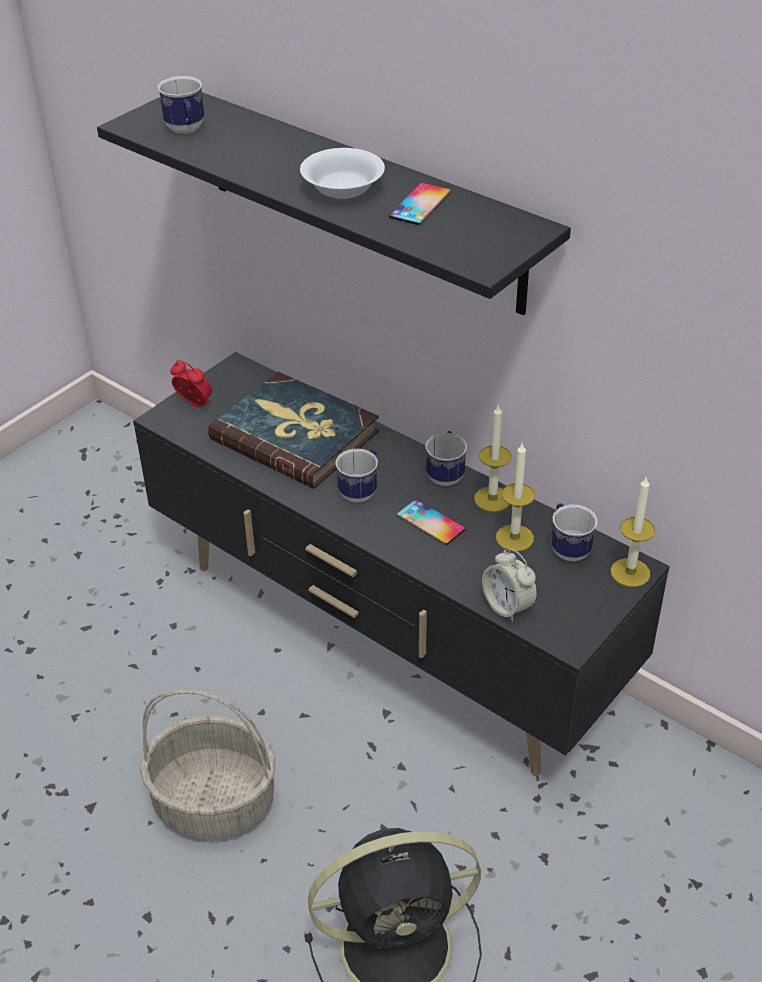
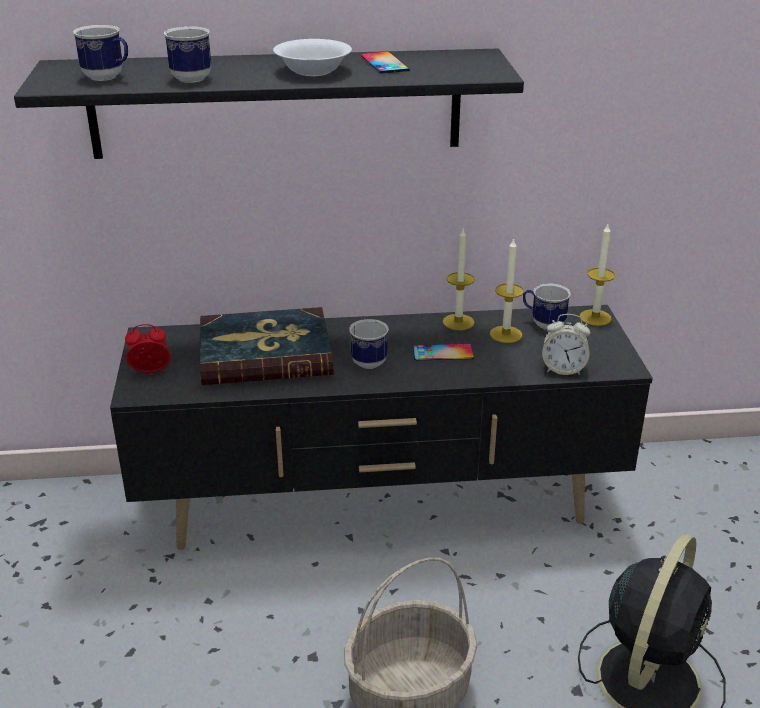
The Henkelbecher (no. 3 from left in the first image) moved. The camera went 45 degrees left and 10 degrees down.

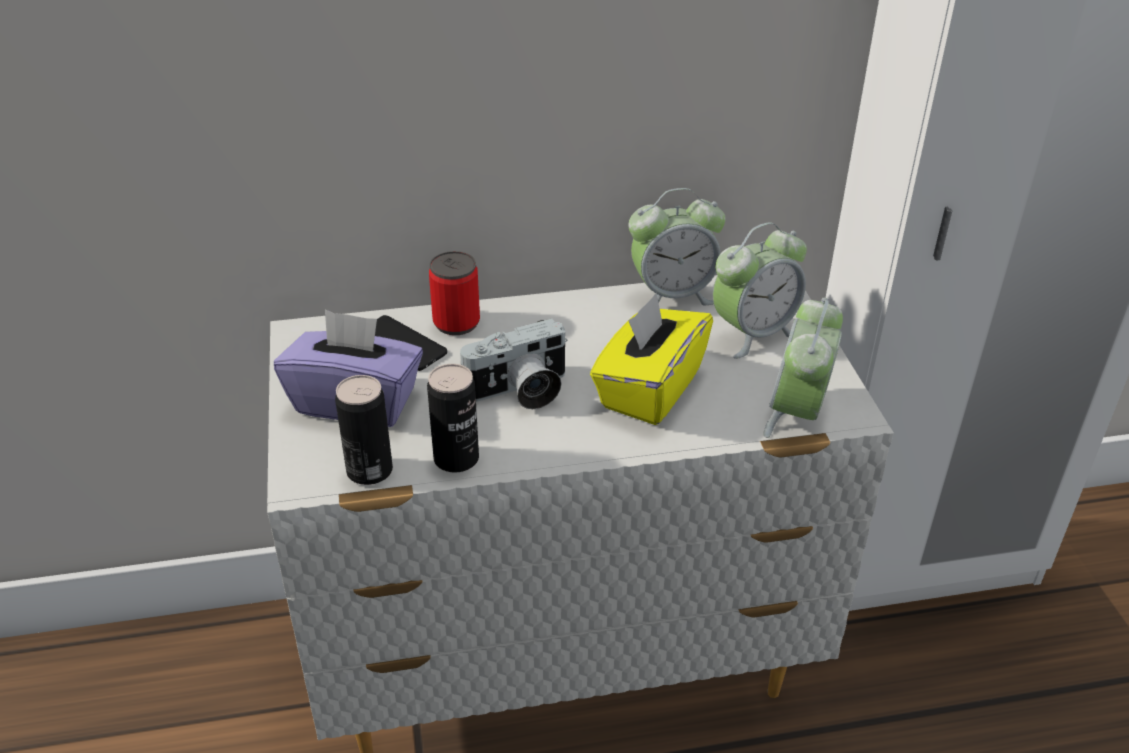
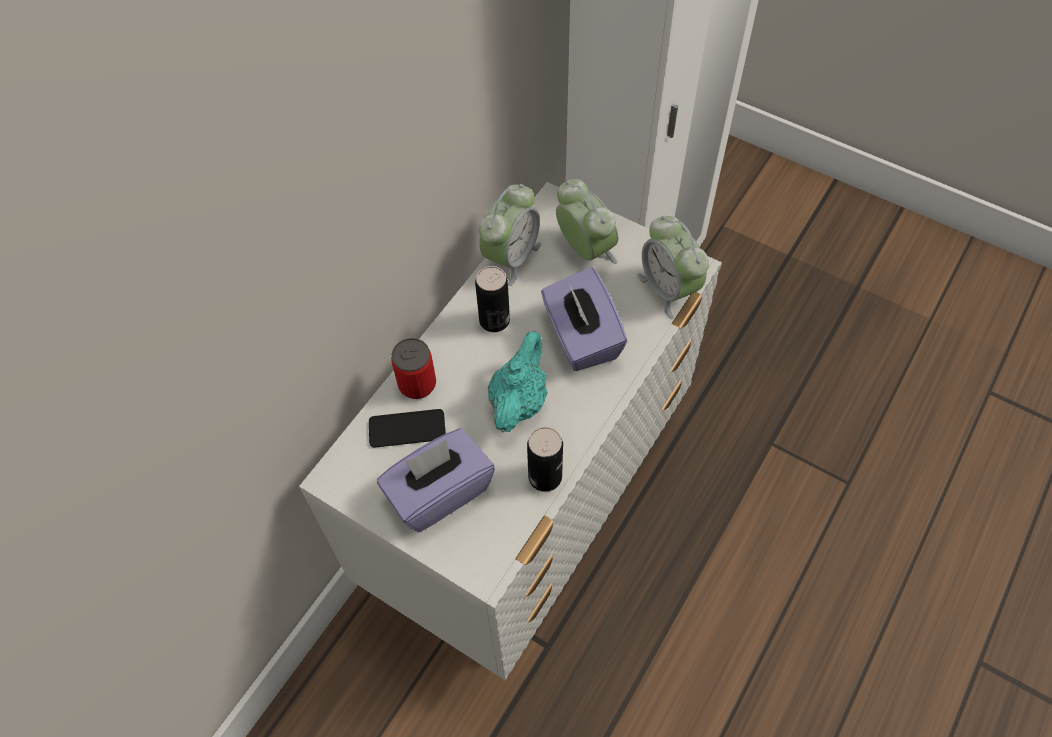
The Dose (no. 1 from left in the first image) moved. The Kamera was replaced by the Teekanne (türkis). The Taschentuchbox (gelb) became the Taschentuchbox (lila) (no. 2 from left). The Wecker (no. 2 from left) turned 45 degrees counterclockwise. The camera went 45 degrees left and 20 degrees up.

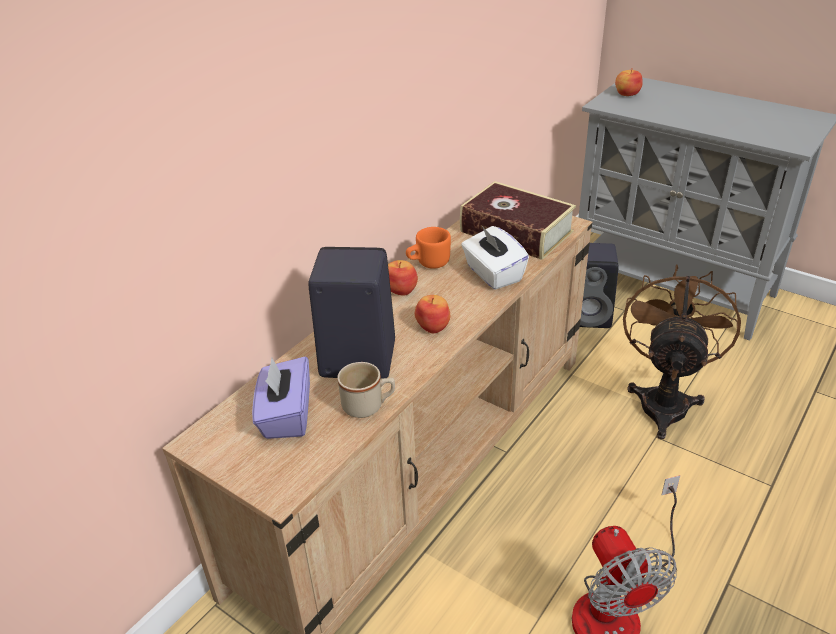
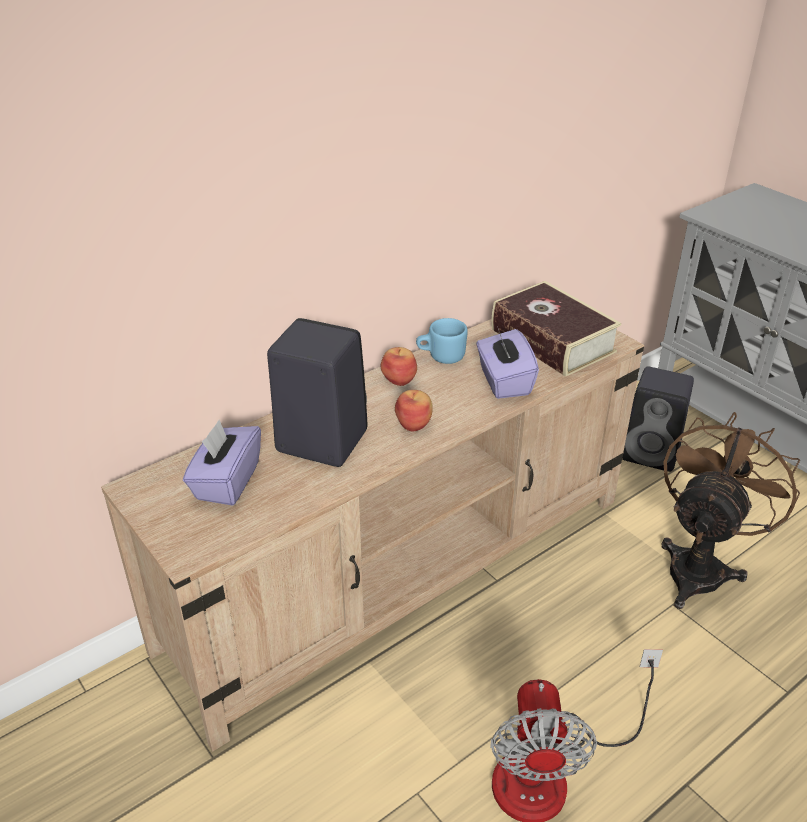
The Henkelbecher (beige) disappeared. The Henkelbecher (orange) became the Henkelbecher (blau). The Taschentuchbox (weiß) became the Taschentuchbox (lila) (no. 2 from left). The Apfel (no. 3 from left) disappeared. The camera went 15 degrees right and 0 degrees up.

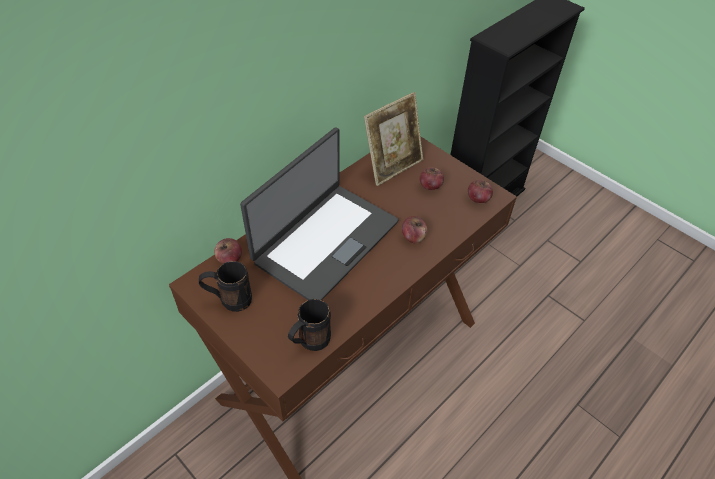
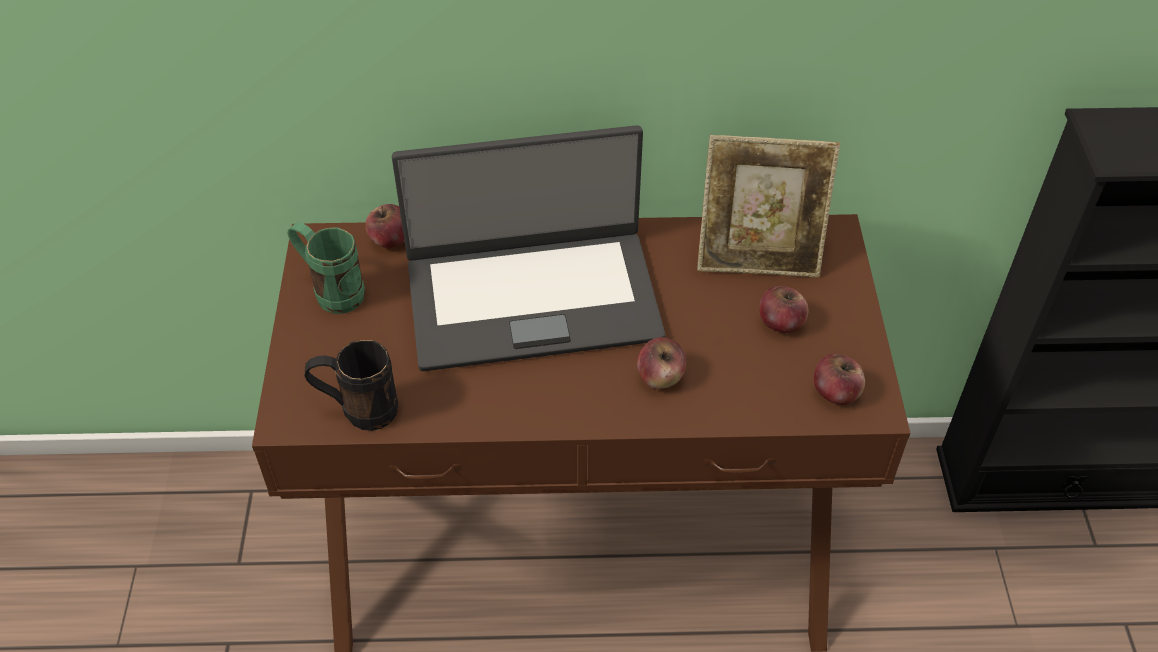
The Henkelbecher (schwarz) (no. 1 from left) became the Henkelbecher (grün). The camera went 45 degrees right and 0 degrees up.

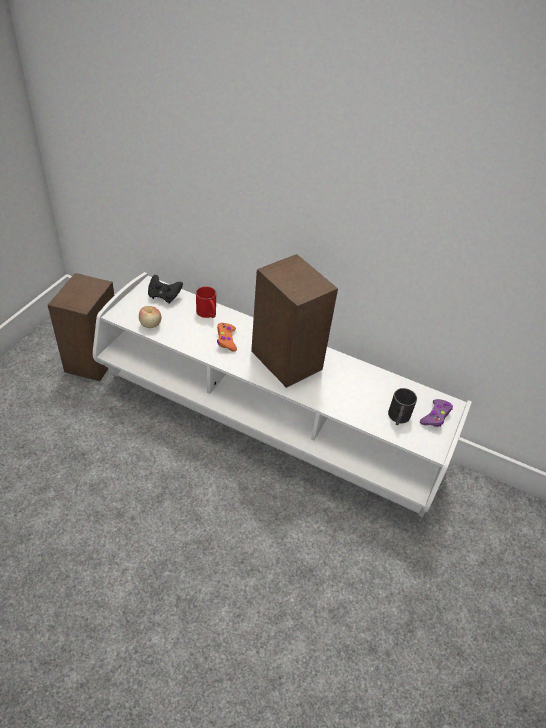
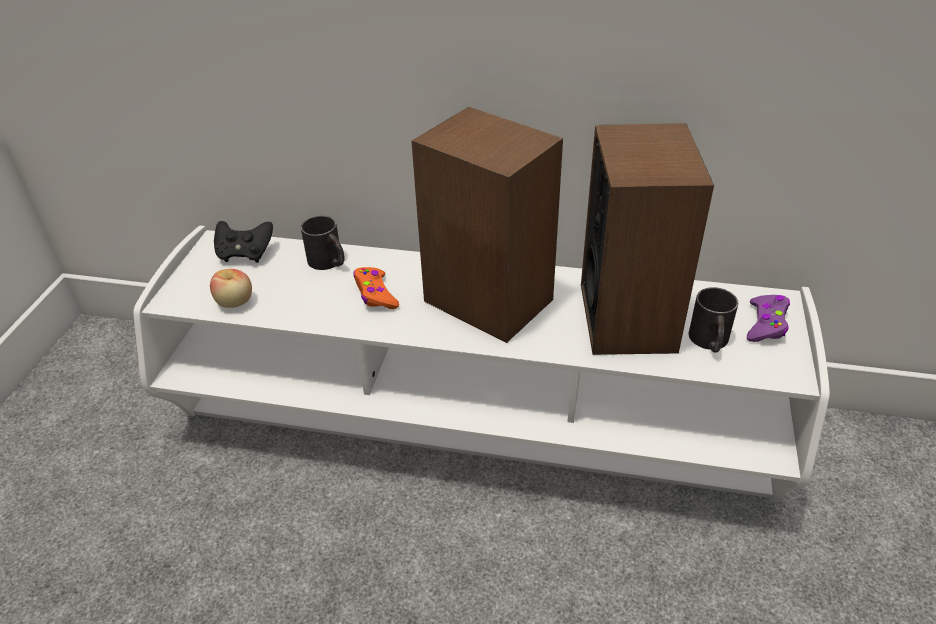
The Lautsprecher (no. 1 from left in the first image) moved. The Henkelbecher (rot) became the Henkelbecher (schwarz) (no. 1 from left). The camera went 10 degrees left and 5 degrees down.

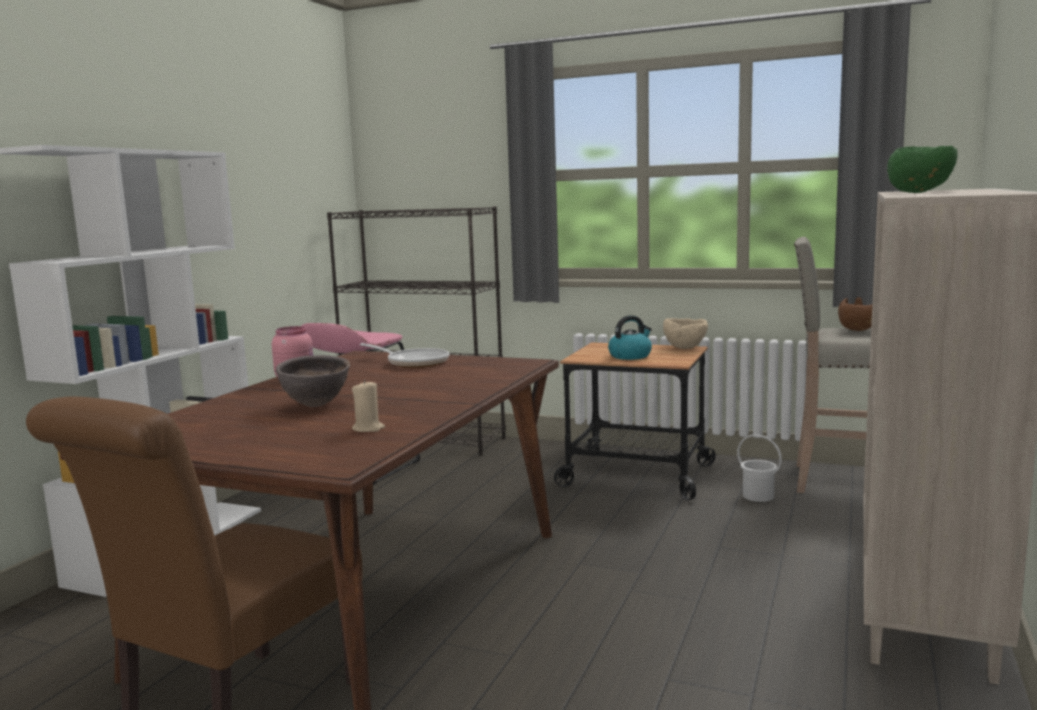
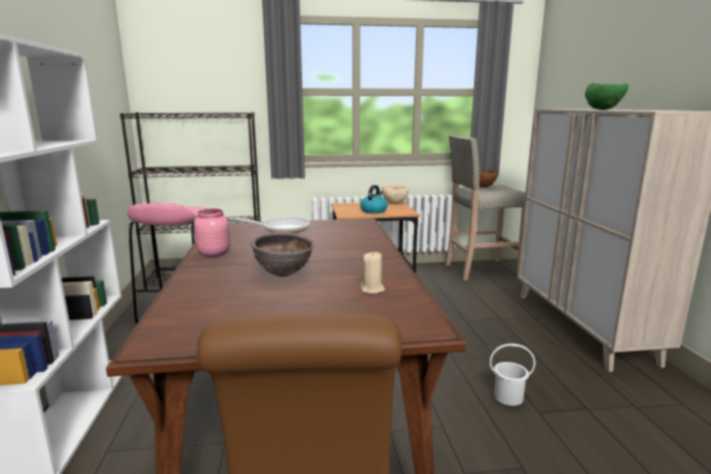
The Eimer (weiß) moved. The camera went 30 degrees left and 5 degrees up.

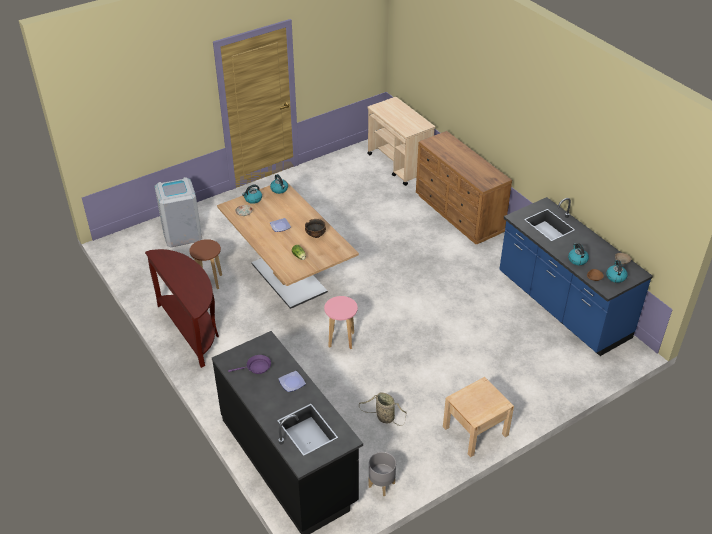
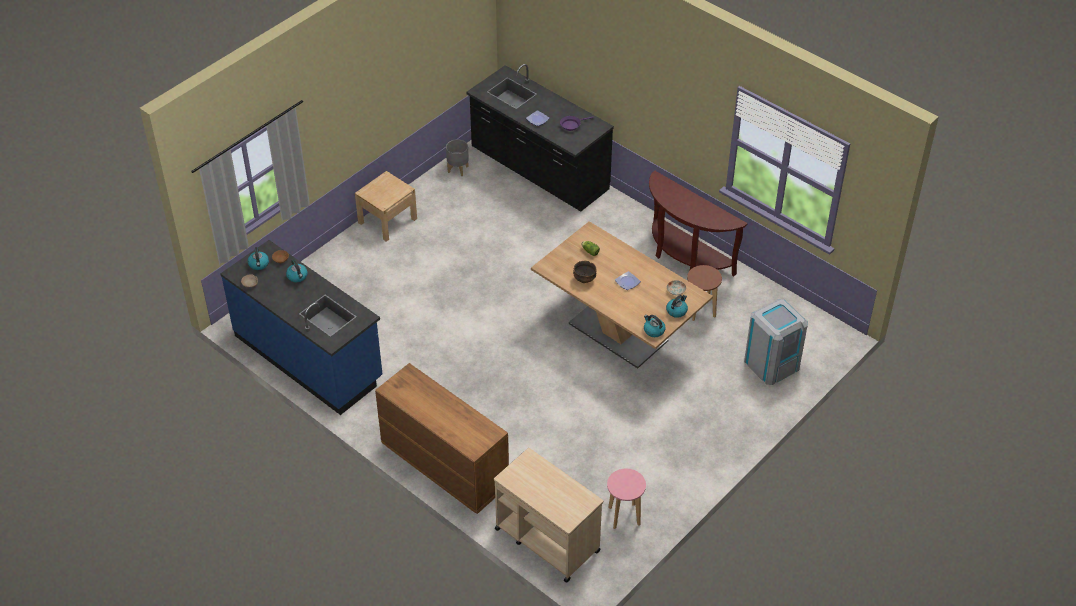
The Hocker (rosa) moved. The Korb disappeared. The camera went 165 degrees right and 5 degrees up.

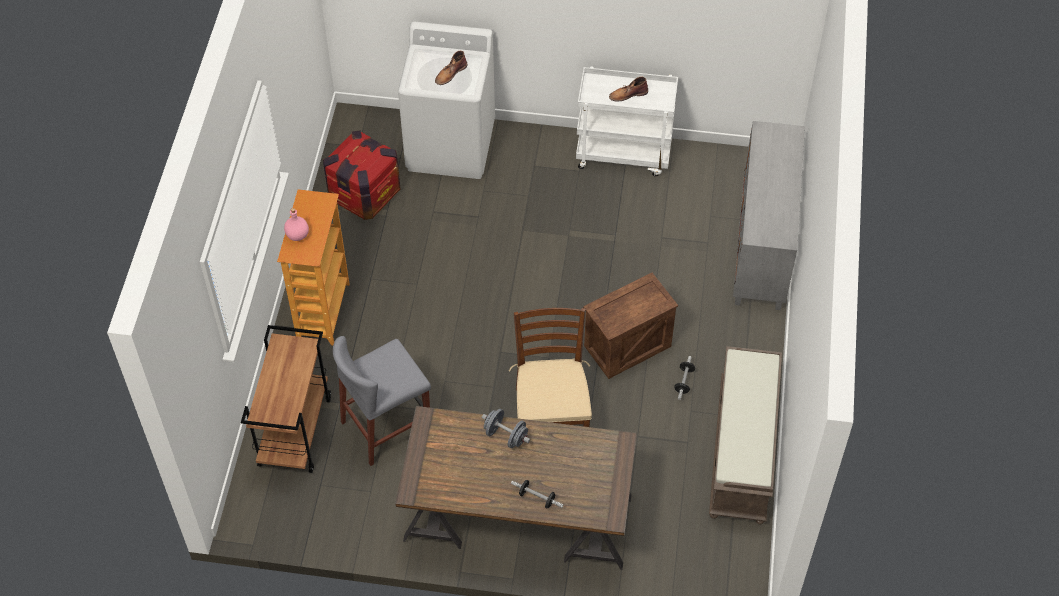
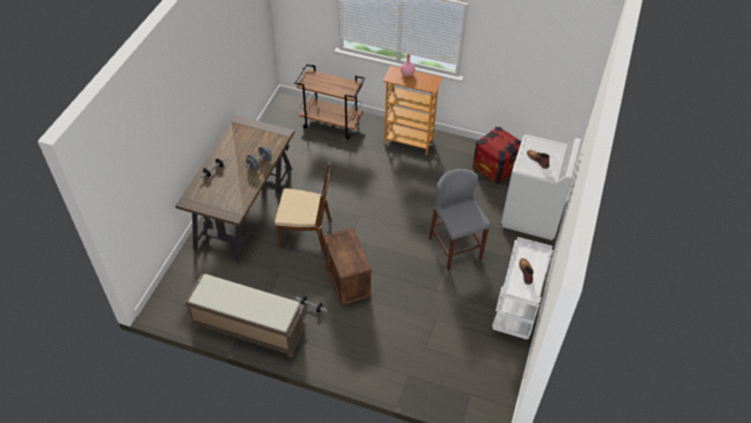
The Hocker (grau) moved. The Schrank (grau) disappeared. The camera went 100 degrees right and 5 degrees down.

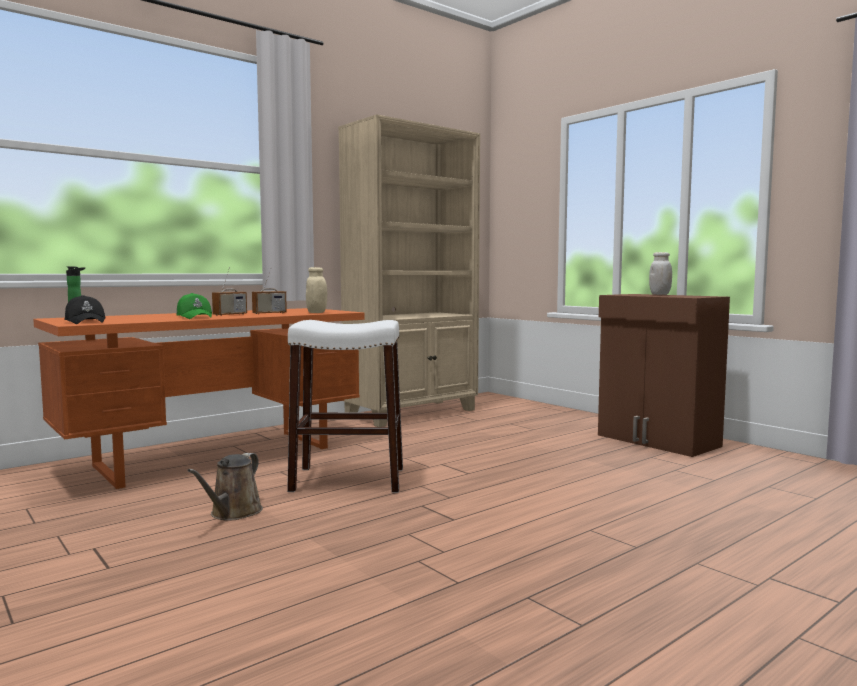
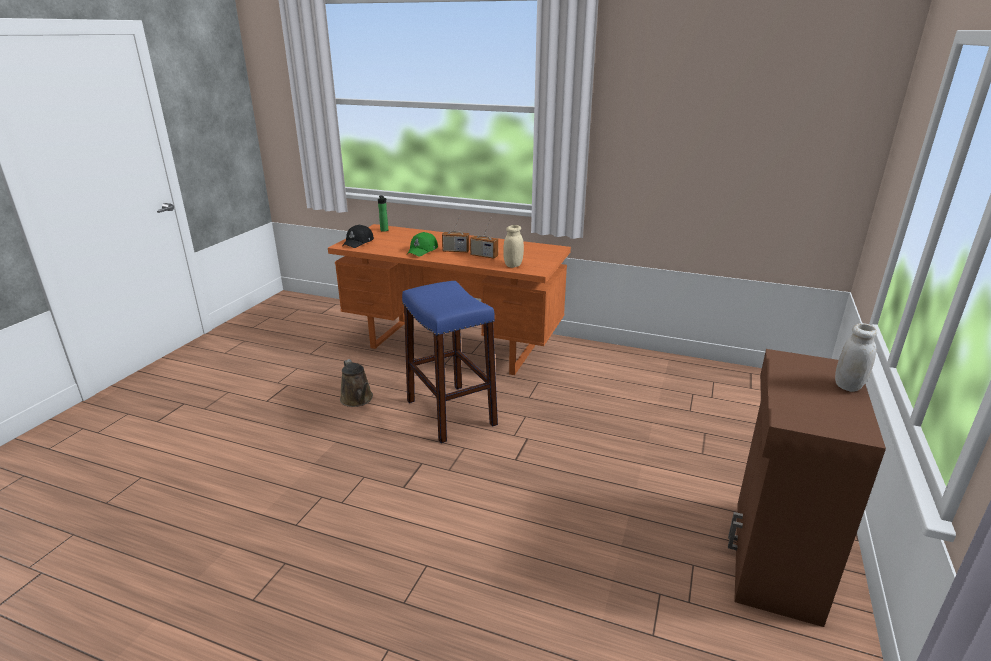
The Gießkanne (braun) turned 105 degrees counterclockwise. The Hocker (weiß) became the Hocker (blau). The Bücherregal (beige) disappeared. The camera went 60 degrees right and 20 degrees up.

